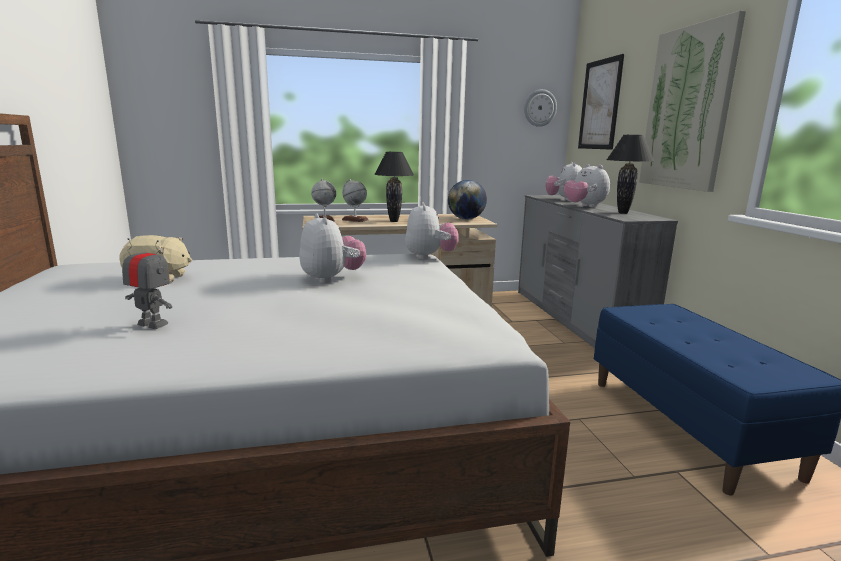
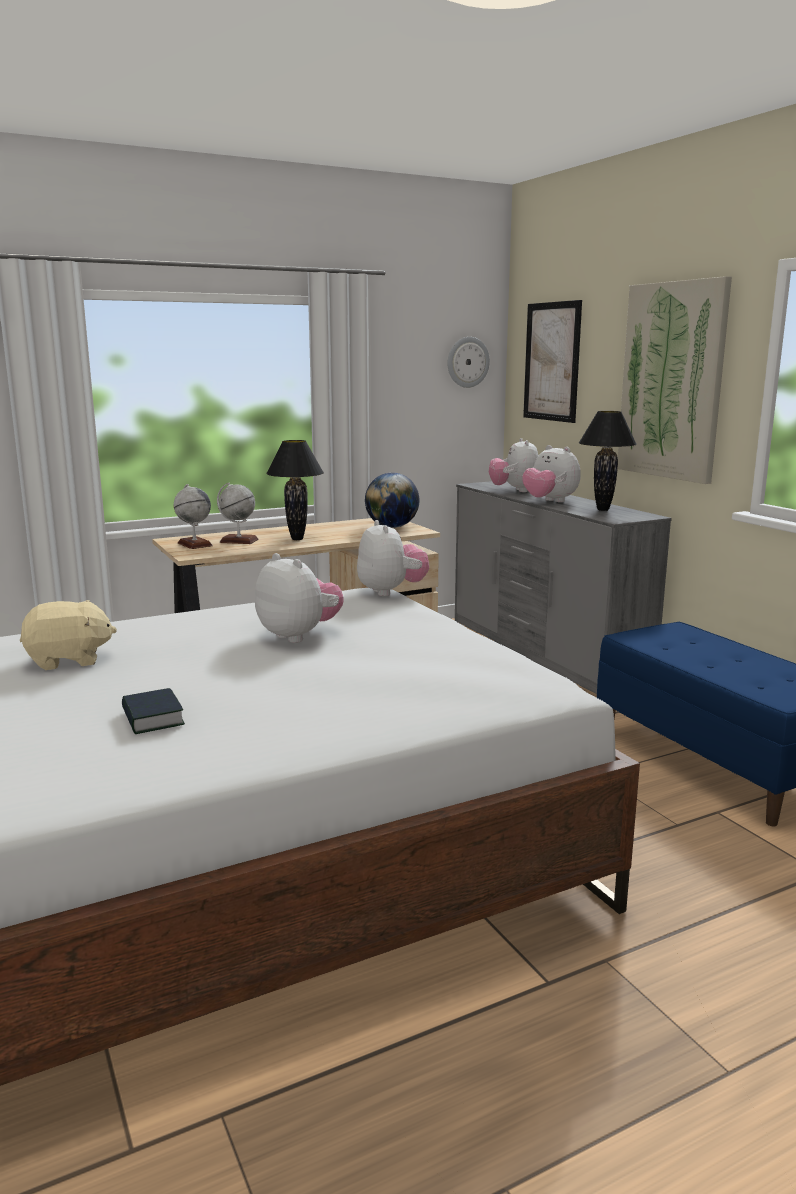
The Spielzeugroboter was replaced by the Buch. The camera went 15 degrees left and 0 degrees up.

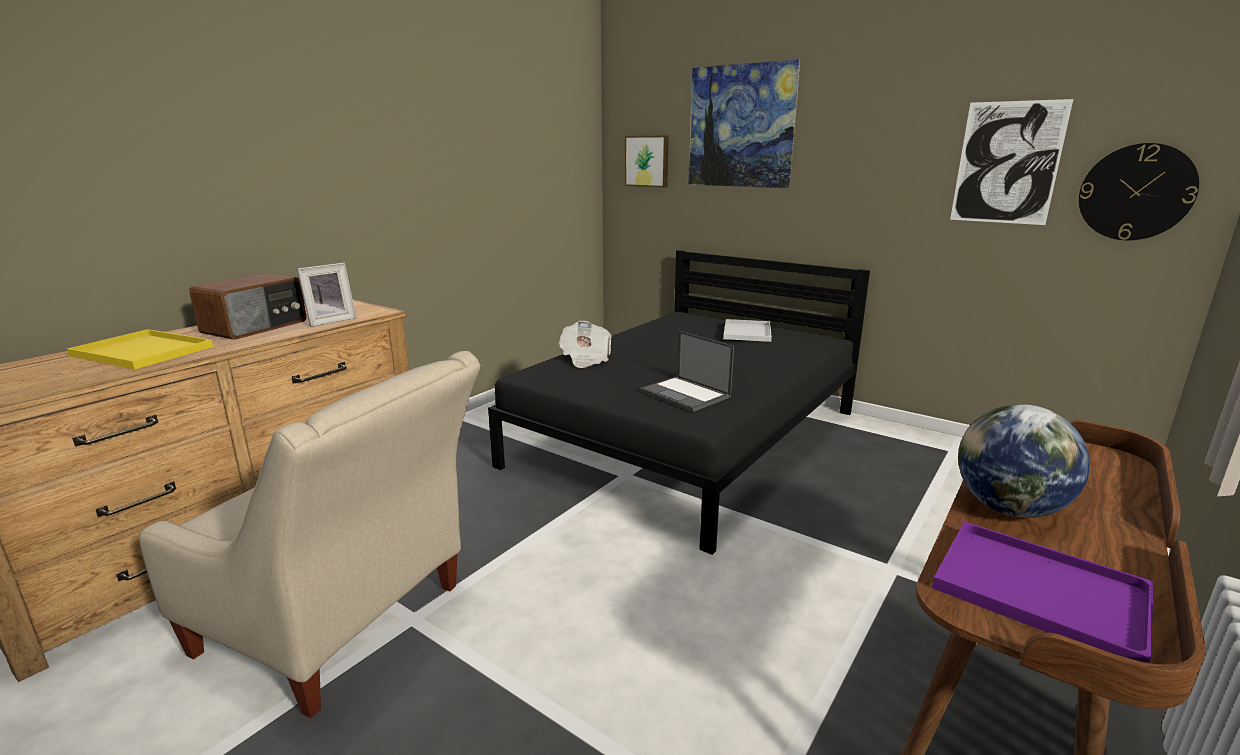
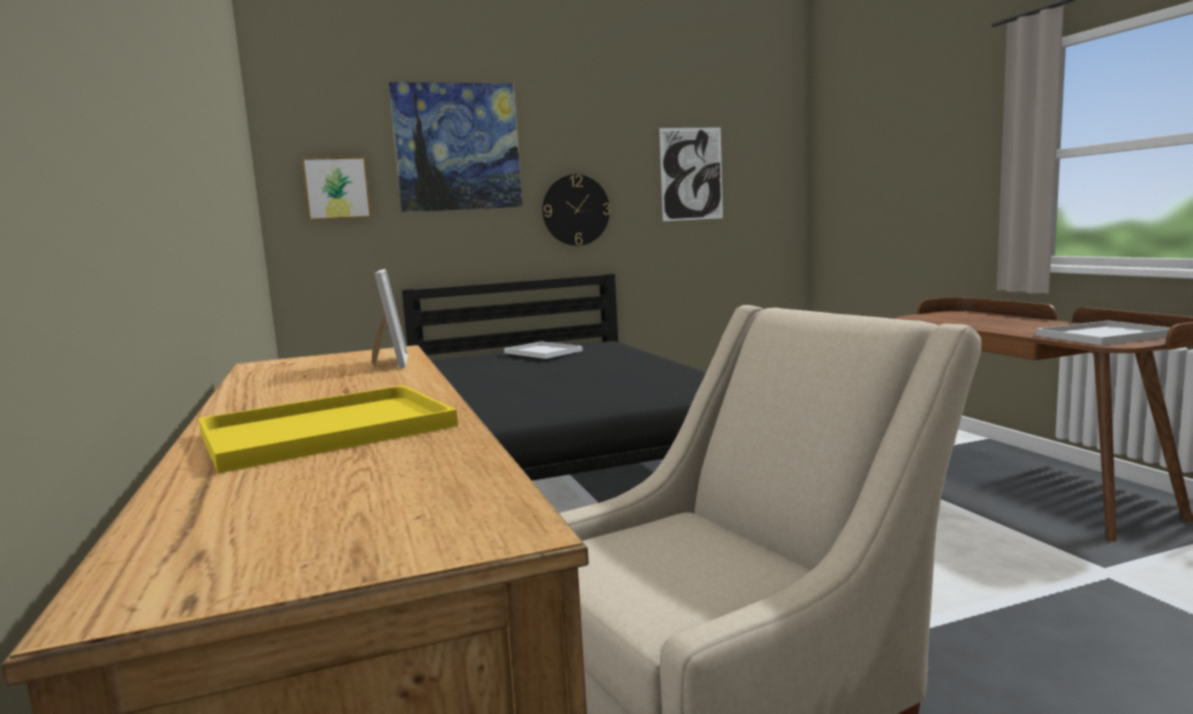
The Radio disappeared. The Zeitung disappeared. The Laptop disappeared. The Tablett (lila) became the Tablett (weiß) (no. 2 from left). The Globus disappeared. The Wanduhr moved. The camera went 55 degrees left and 10 degrees down.

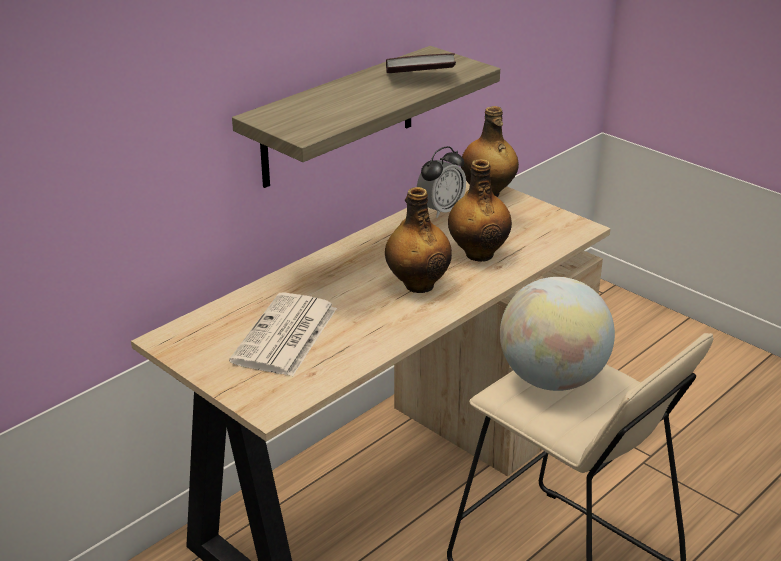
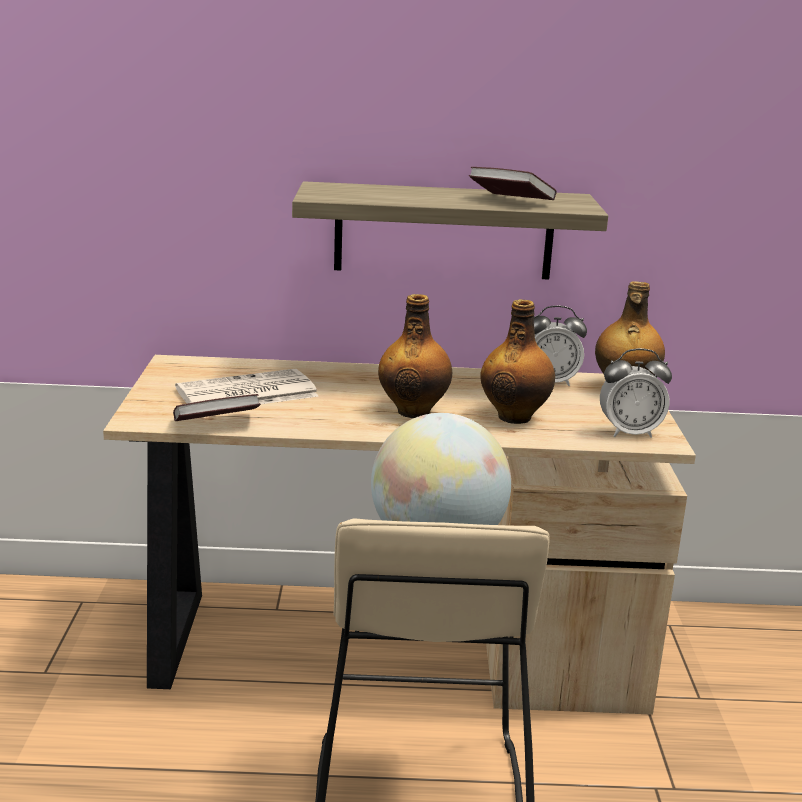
The Buch (no. 1 from left) appeared. The Wecker (no. 2 from left) appeared. The camera went 45 degrees right and 10 degrees down.

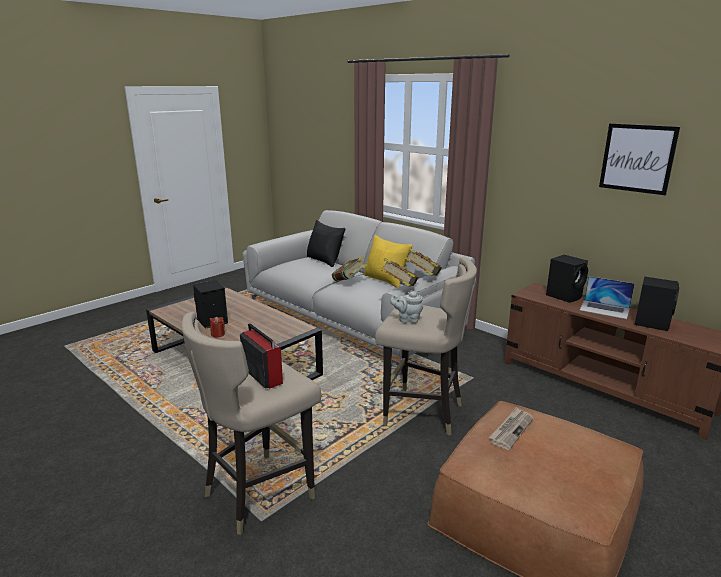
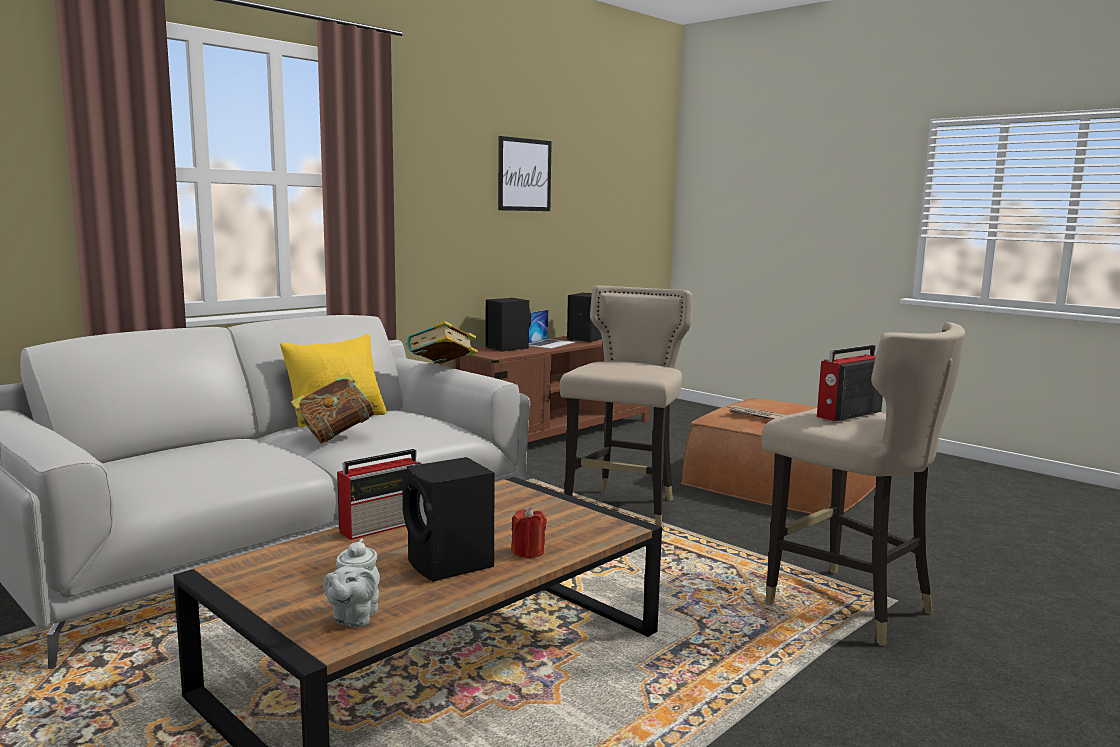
The Kissen (schwarz) disappeared. The Buch (no. 2 from left) disappeared. The Teekanne (grau) moved. The Radio (no. 1 from left) appeared. The camera went 90 degrees left and 10 degrees down.

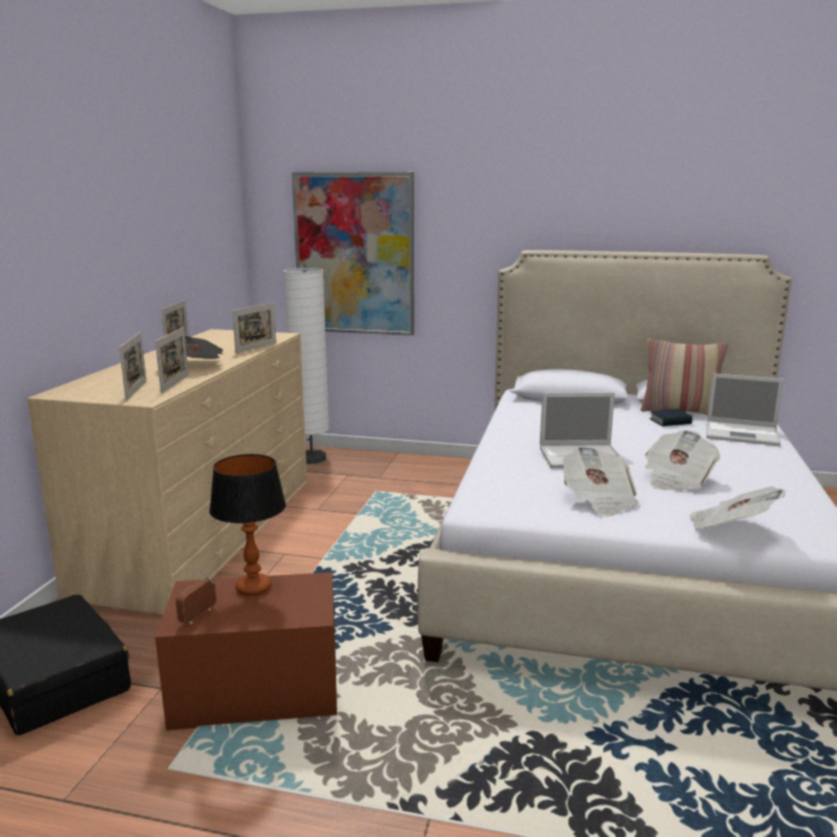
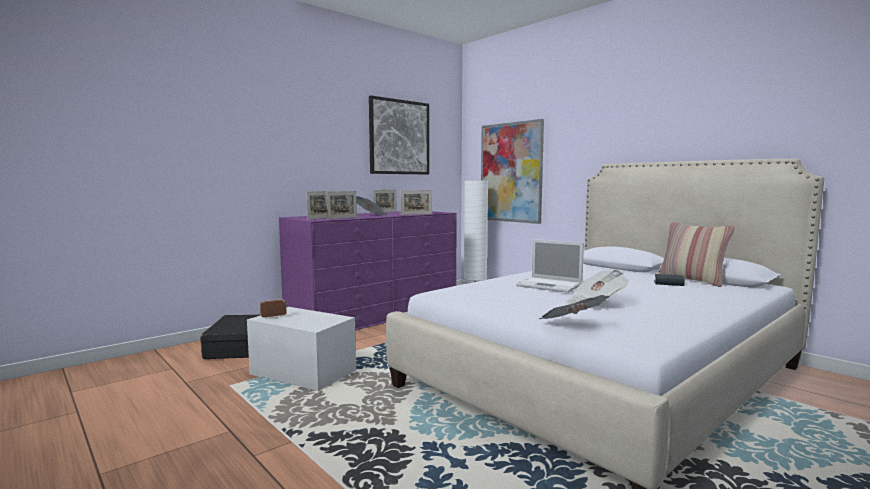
The Kommode (beige) became the Kommode (lila). The Aufbewahrungsbox (braun) became the Aufbewahrungsbox (weiß). The Tischlampe disappeared. The Zeitung (no. 2 from left) disappeared. The Laptop (no. 2 from left) disappeared. The Bild (no. 1 from left) appeared. The camera went 35 degrees right and 10 degrees down.

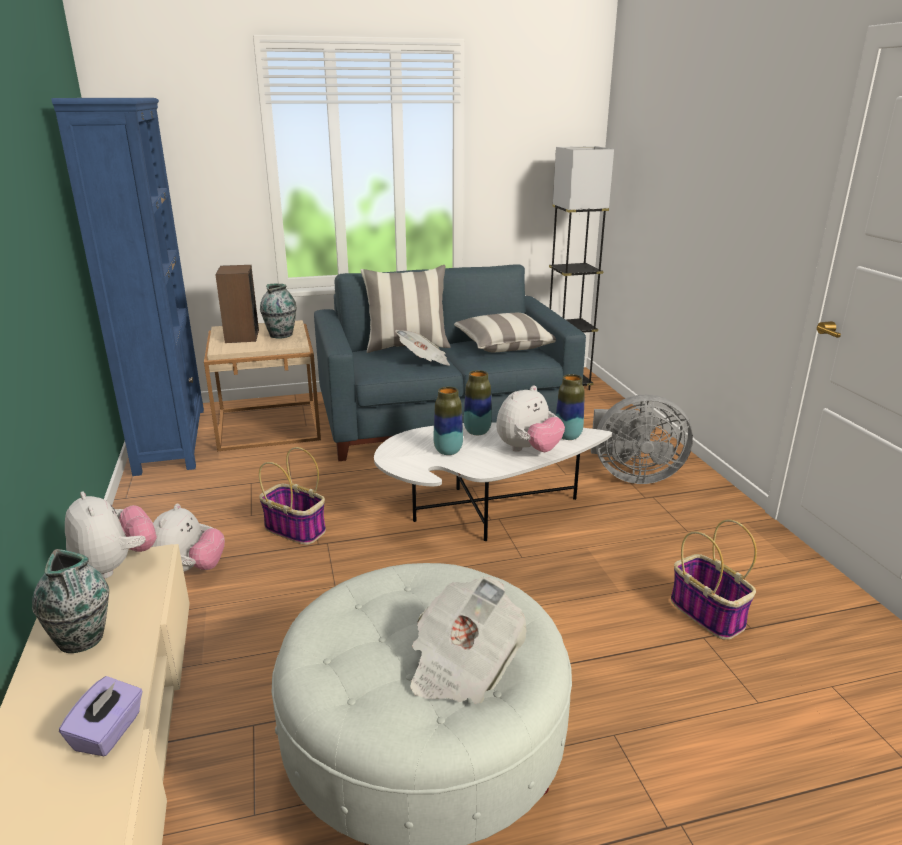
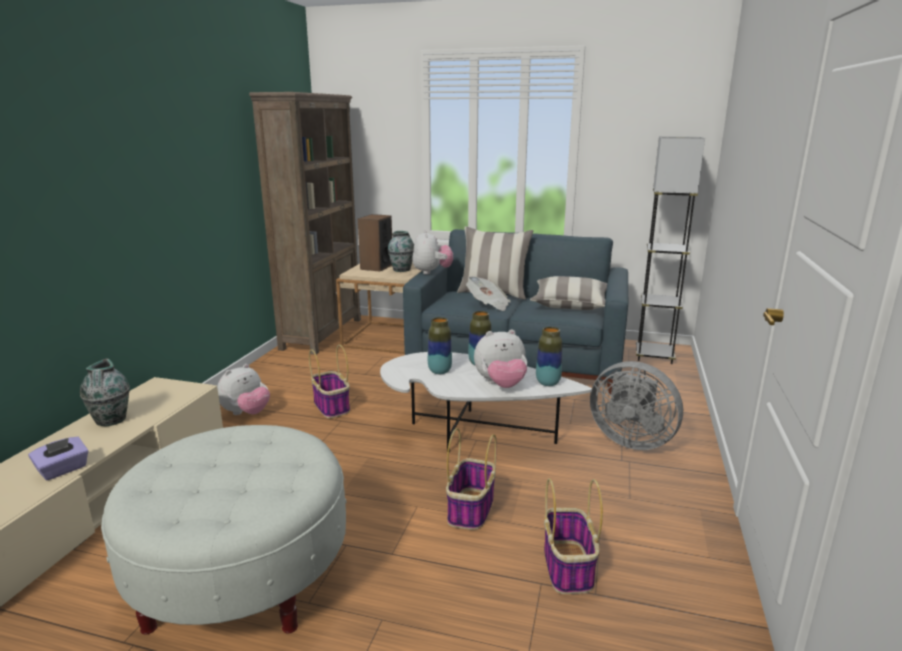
The Bücherregal (blau) became the Bücherregal (braun). The Plüschtier (no. 1 from left in the first image) moved. The Zeitung (no. 2 from left) disappeared. The Korb (no. 2 from left) appeared. The camera went 30 degrees right and 5 degrees down.

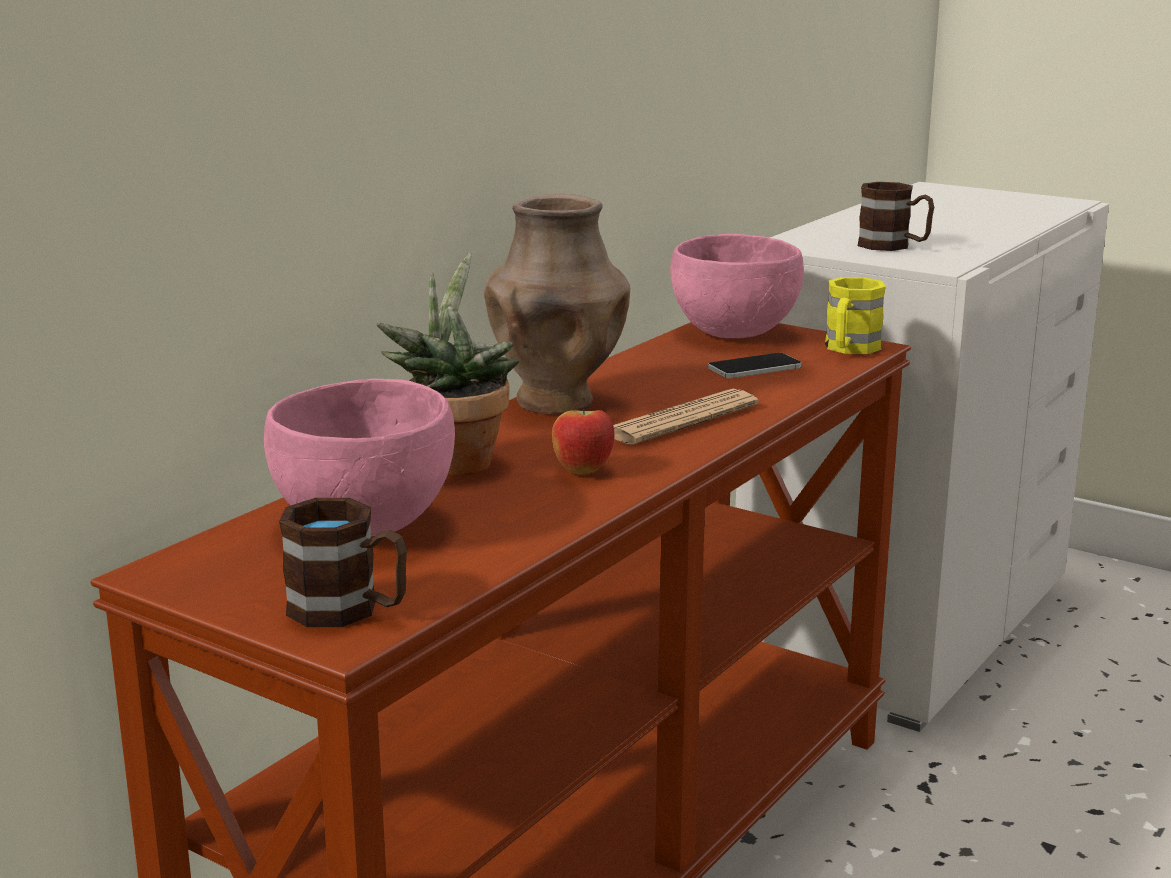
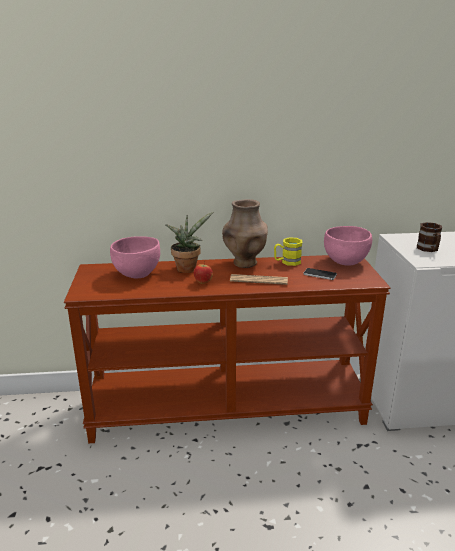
The Henkelbecher (braun) (no. 1 from left) disappeared. The Henkelbecher (gelb) moved. The camera went 50 degrees right and 5 degrees up.

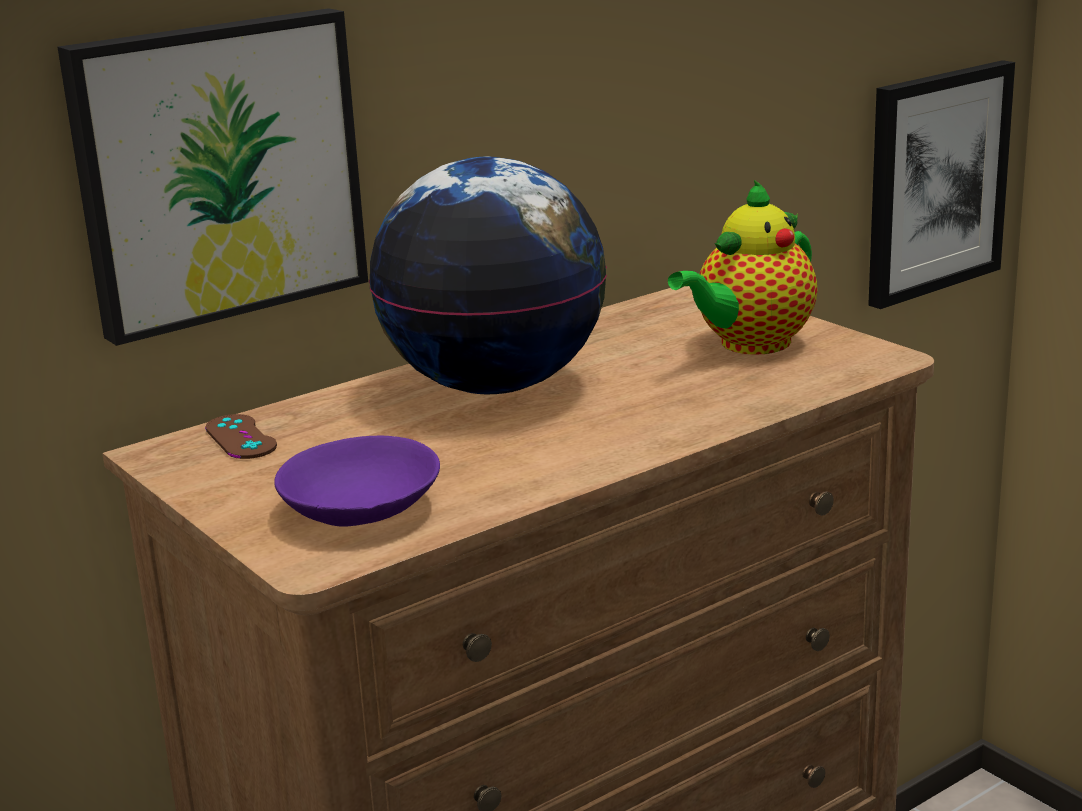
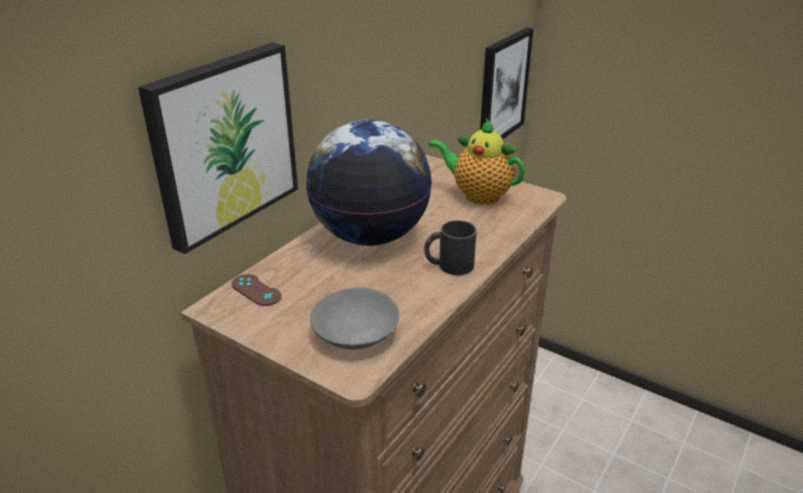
The Schüssel (lila) became the Schüssel (grau). The Teekanne turned 90 degrees clockwise. The Henkelbecher (schwarz) appeared. The camera went 20 degrees left and 10 degrees up.

